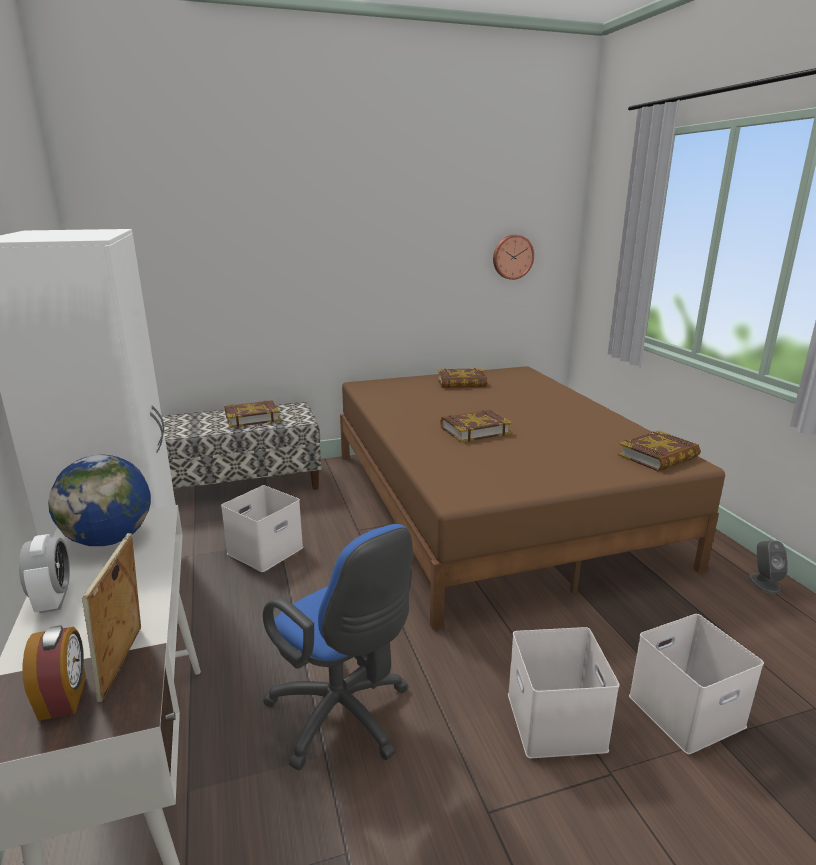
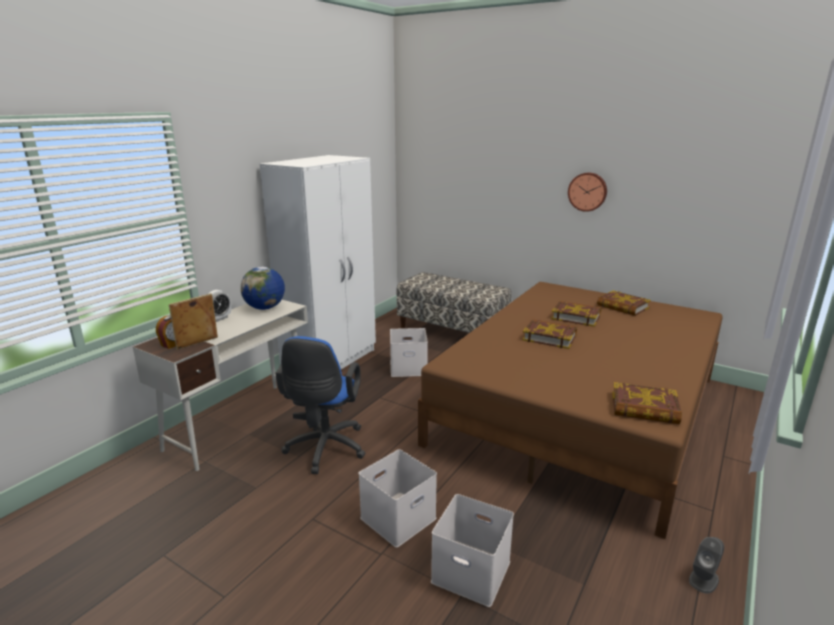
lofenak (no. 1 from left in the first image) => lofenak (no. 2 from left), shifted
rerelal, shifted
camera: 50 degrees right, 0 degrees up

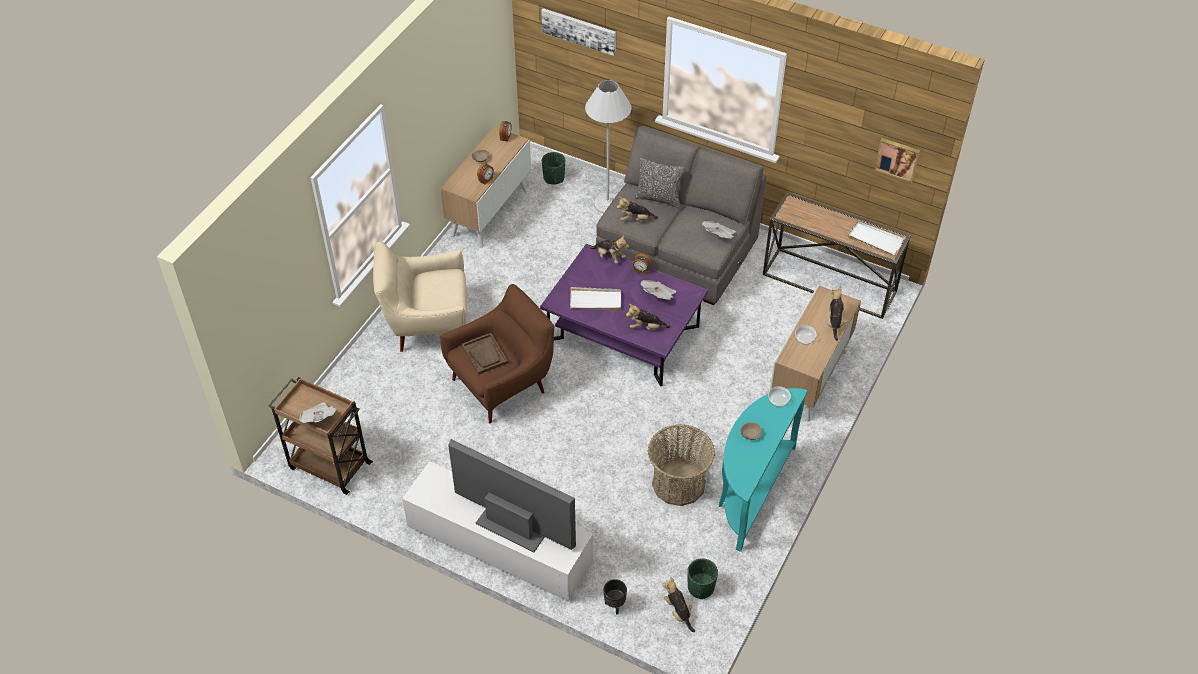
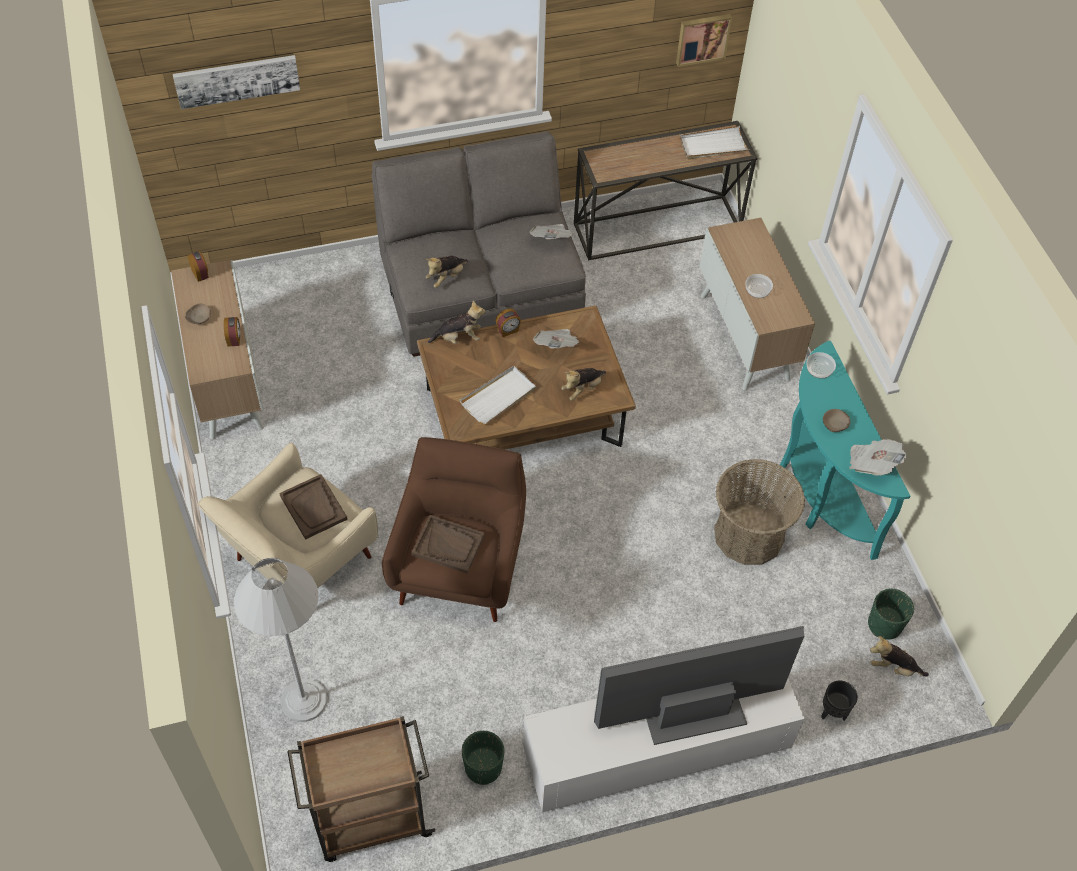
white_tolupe, shifted
nothing => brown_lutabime (no. 1 from left)
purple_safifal => brown_safifal
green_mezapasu (no. 1 from left), shifted
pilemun (no. 1 from left in the first image) => pilemun (no. 3 from left), shifted
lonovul => nothing
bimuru (no. 5 from left) => nothing
camera: 45 degrees left, 5 degrees up

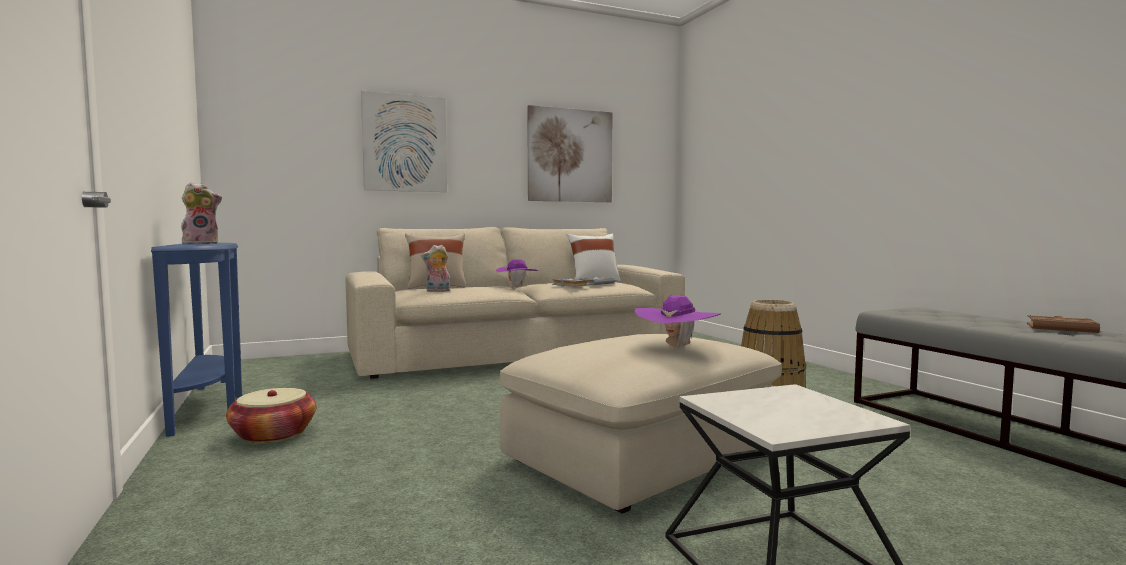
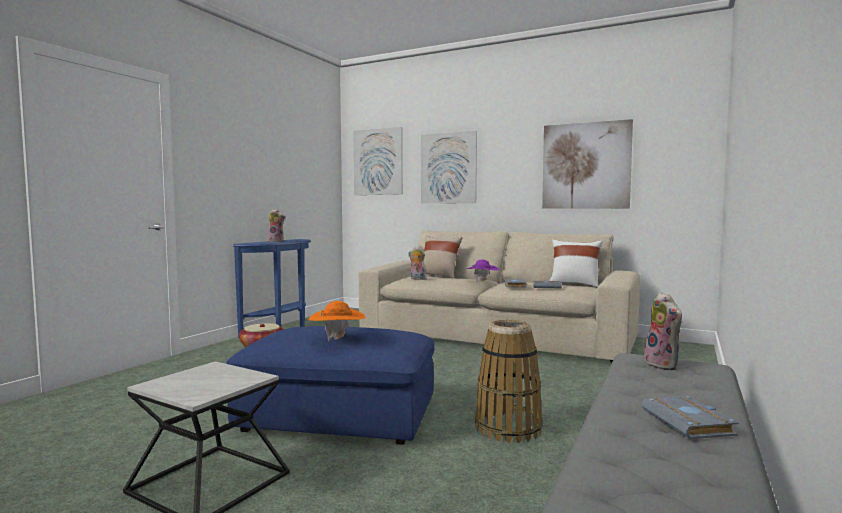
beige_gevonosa => blue_gevonosa
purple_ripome (no. 2 from left) => orange_ripome
nothing => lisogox (no. 1 from left)
brown_lofenak => grey_lofenak (no. 3 from left)
nothing => bimuru (no. 3 from left)
camera: 50 degrees right, 0 degrees up

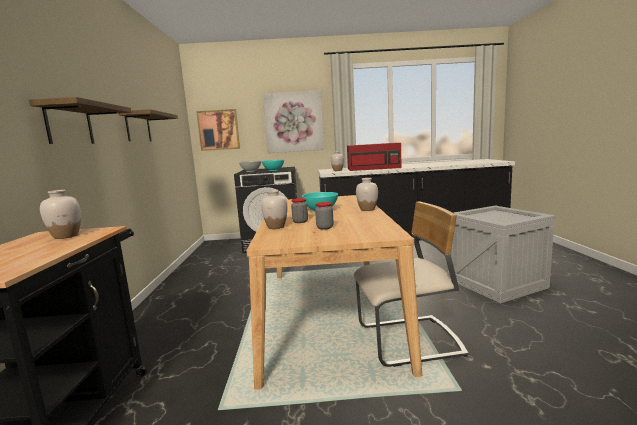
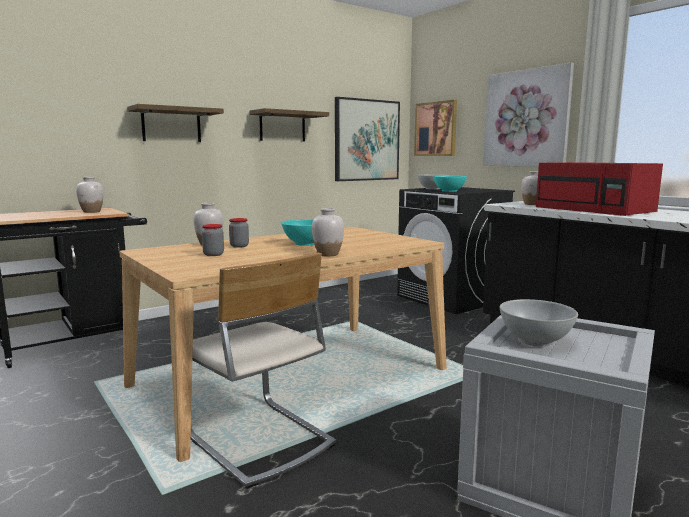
nothing => lisogox (no. 1 from left)
nothing => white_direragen (no. 2 from left)
camera: 55 degrees right, 0 degrees up

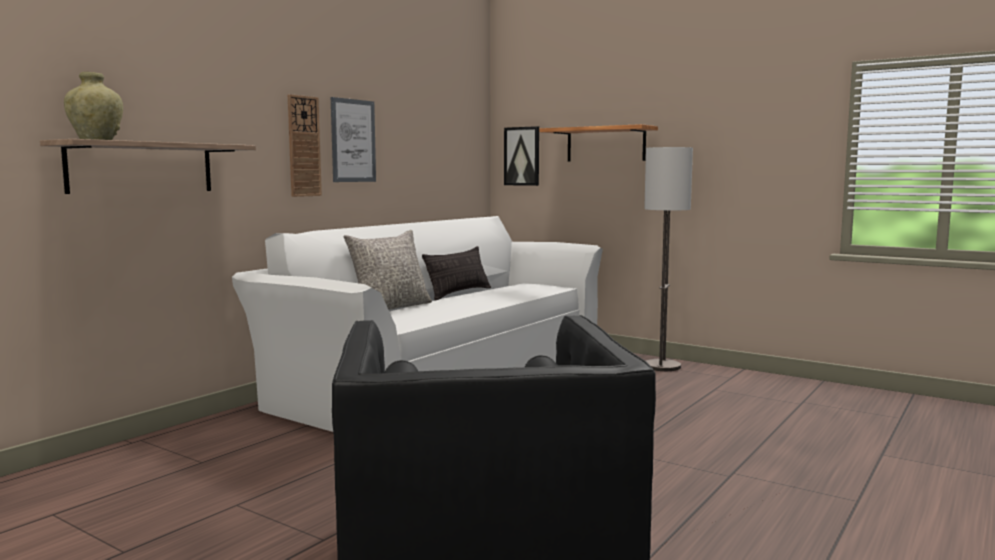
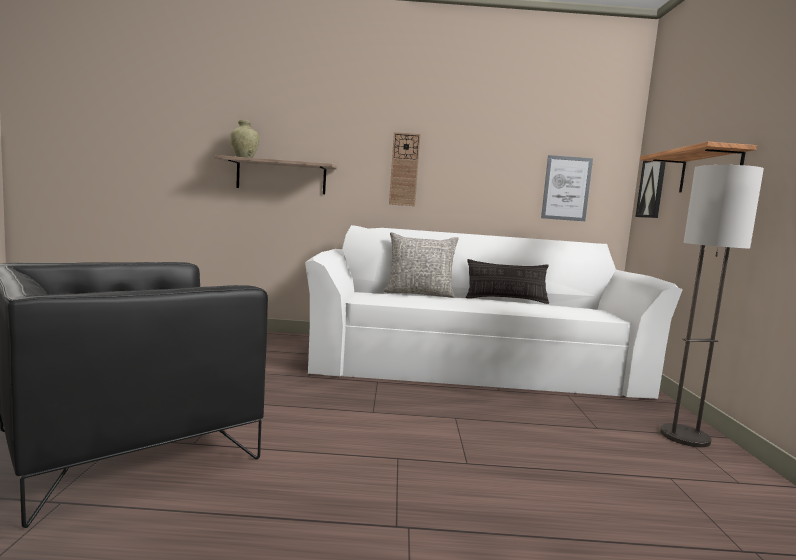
lisogox (no. 1 from left), shifted
camera: 55 degrees right, 0 degrees up

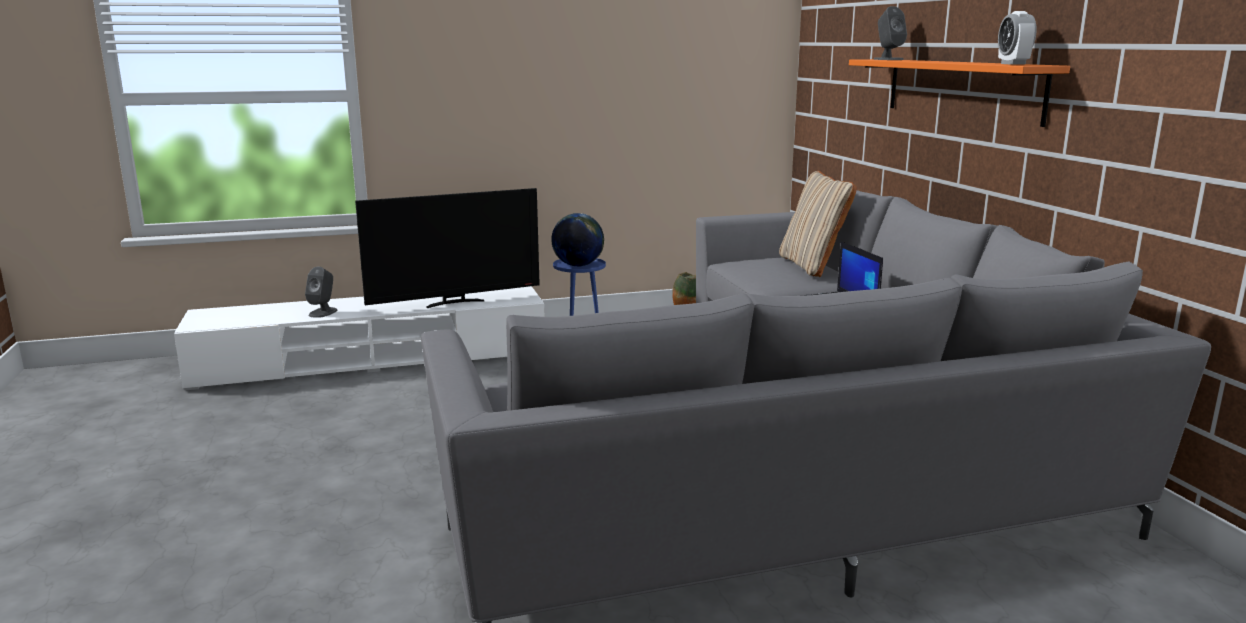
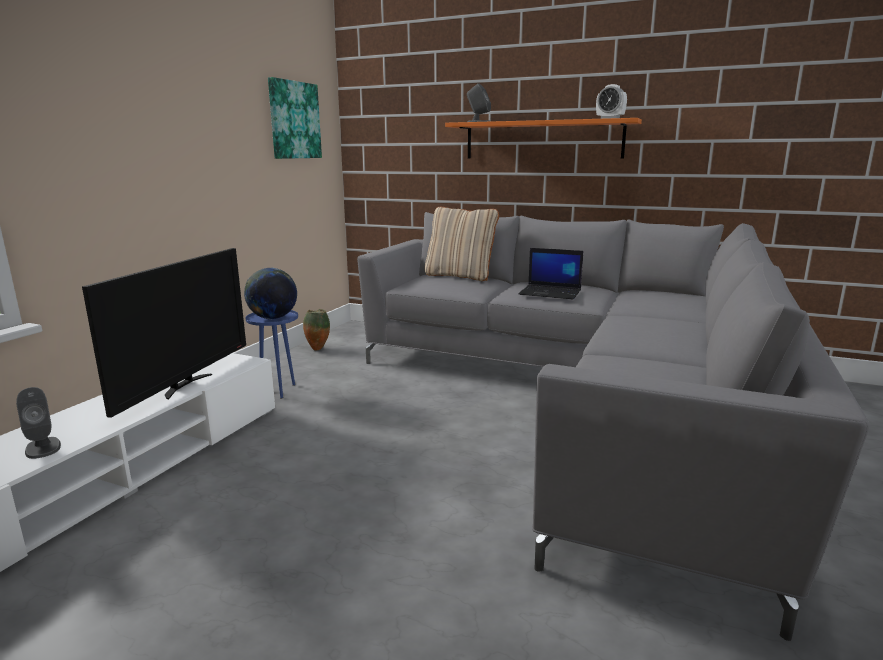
nothing => lisogox
camera: 50 degrees left, 0 degrees up

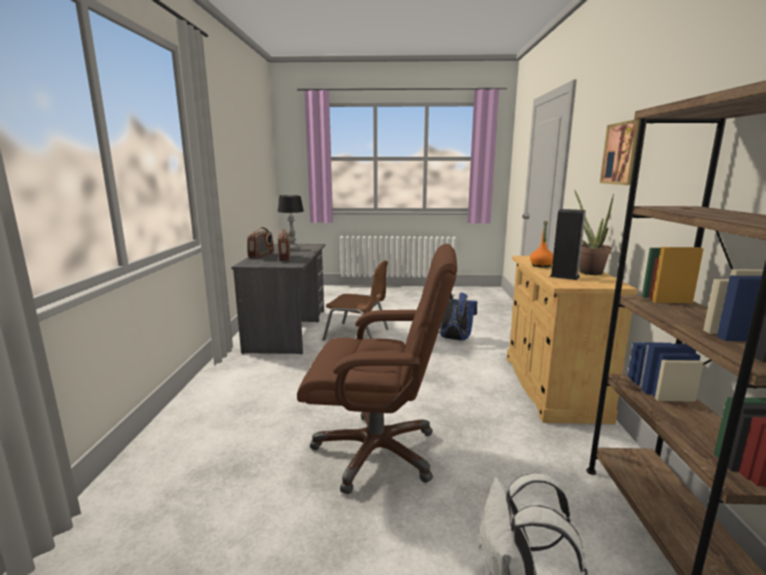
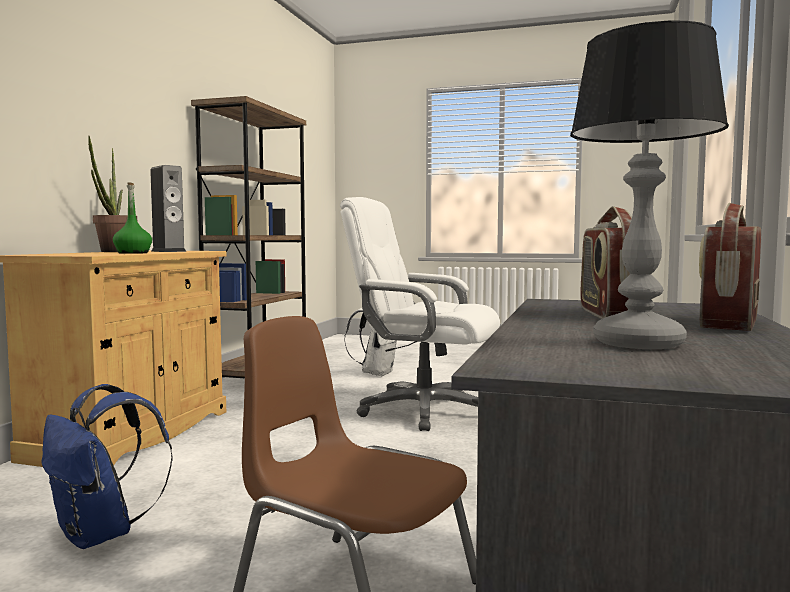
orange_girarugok => green_girarugok
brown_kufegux => white_kufegux
lisogox => nothing
camera: 165 degrees left, 10 degrees down

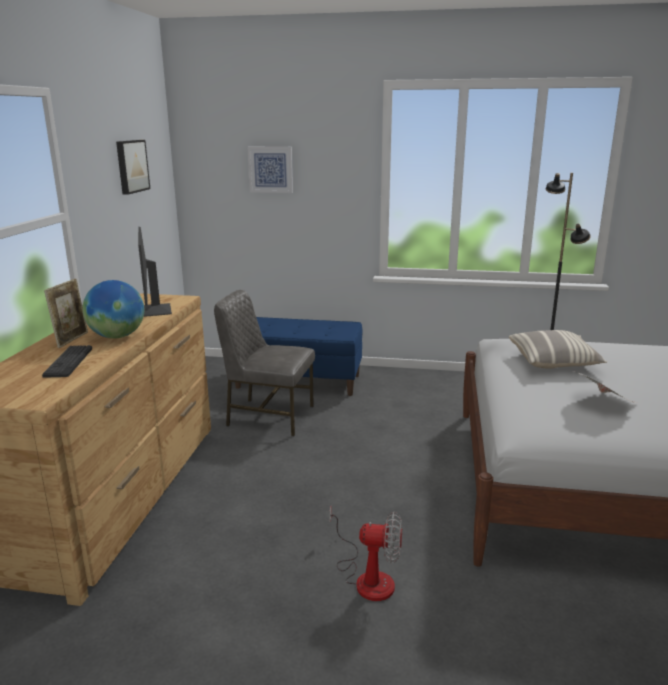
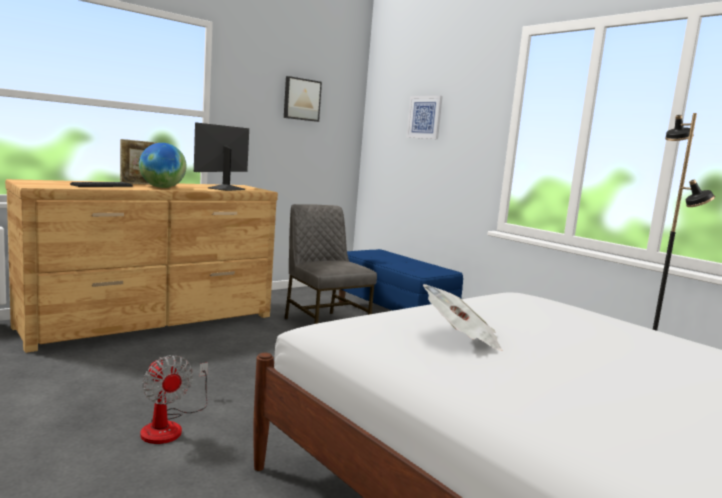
lonovul => nothing
camera: 40 degrees right, 10 degrees down

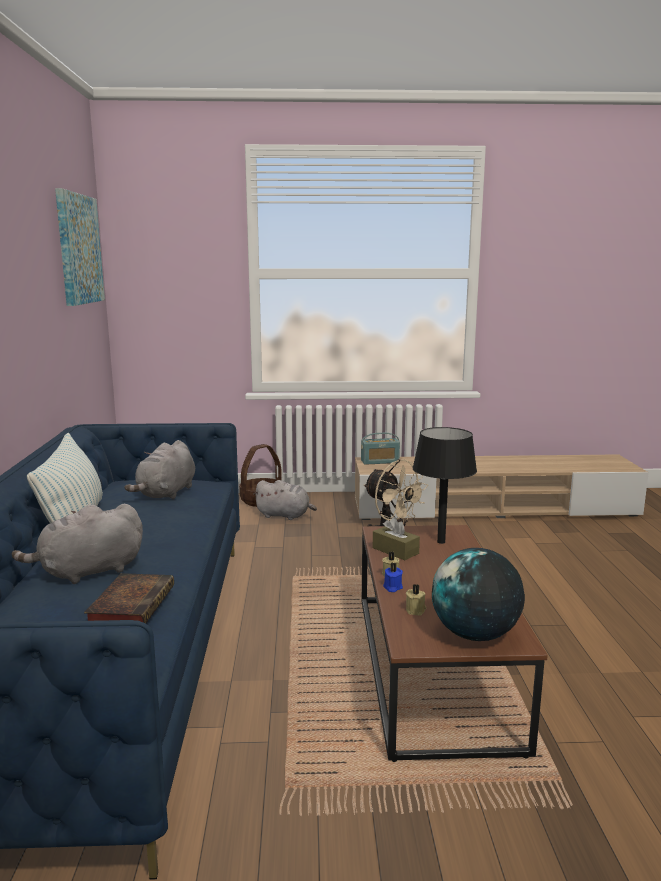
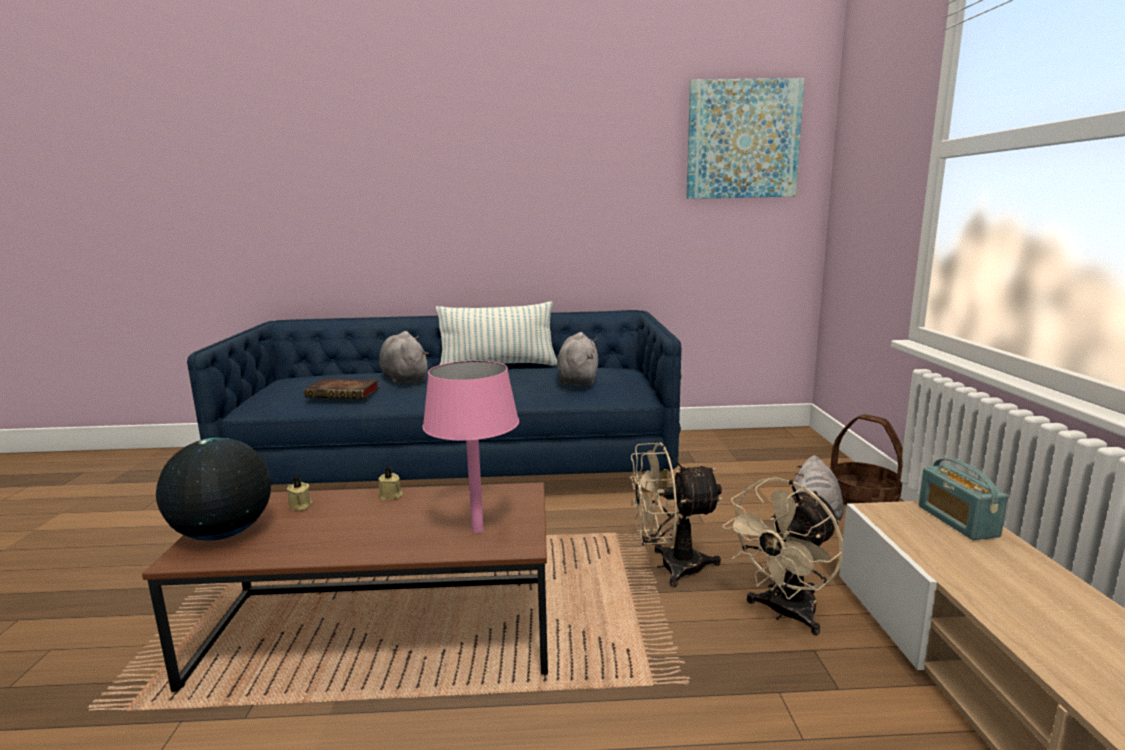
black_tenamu => pink_tenamu
grey_bimuru (no. 2 from left), 75 degrees clockwise
nothing => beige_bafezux (no. 1 from left)
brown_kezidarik => nothing
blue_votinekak => nothing
camera: 90 degrees right, 0 degrees up

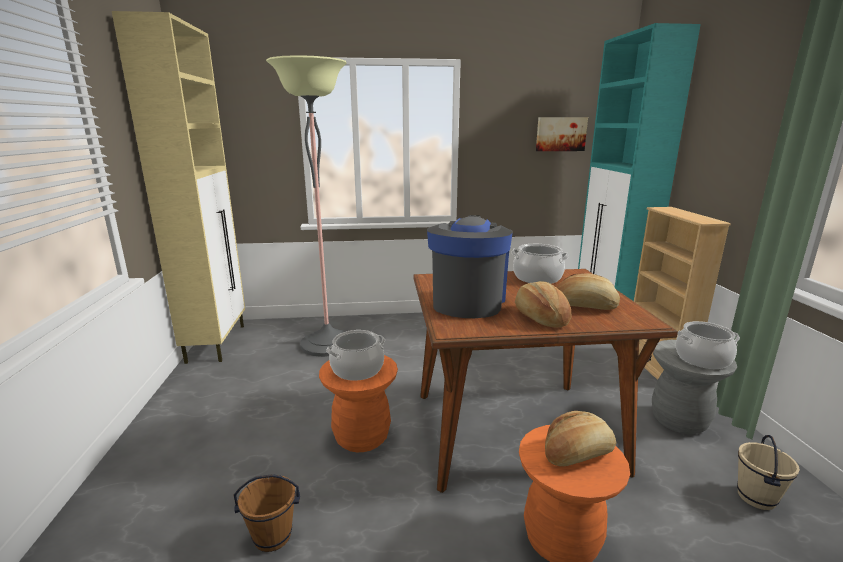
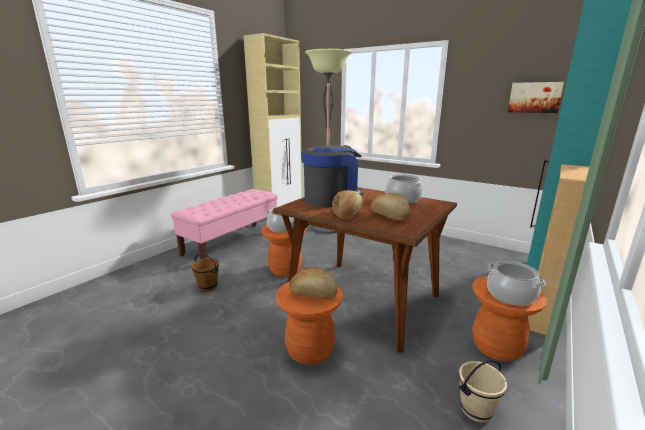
nothing => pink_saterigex
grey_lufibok => orange_lufibok (no. 3 from left)
camera: 40 degrees right, 0 degrees up

